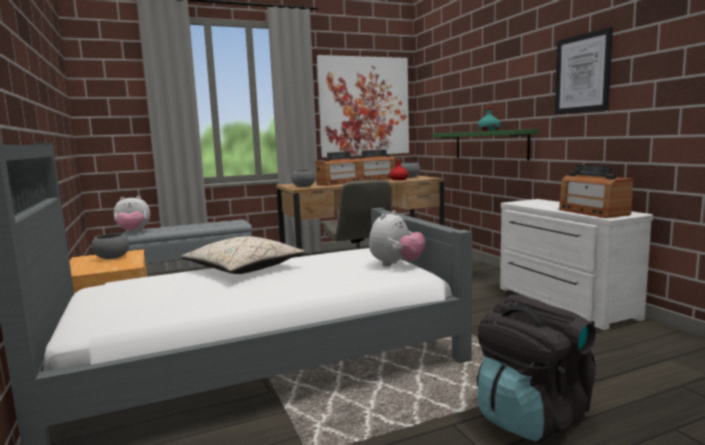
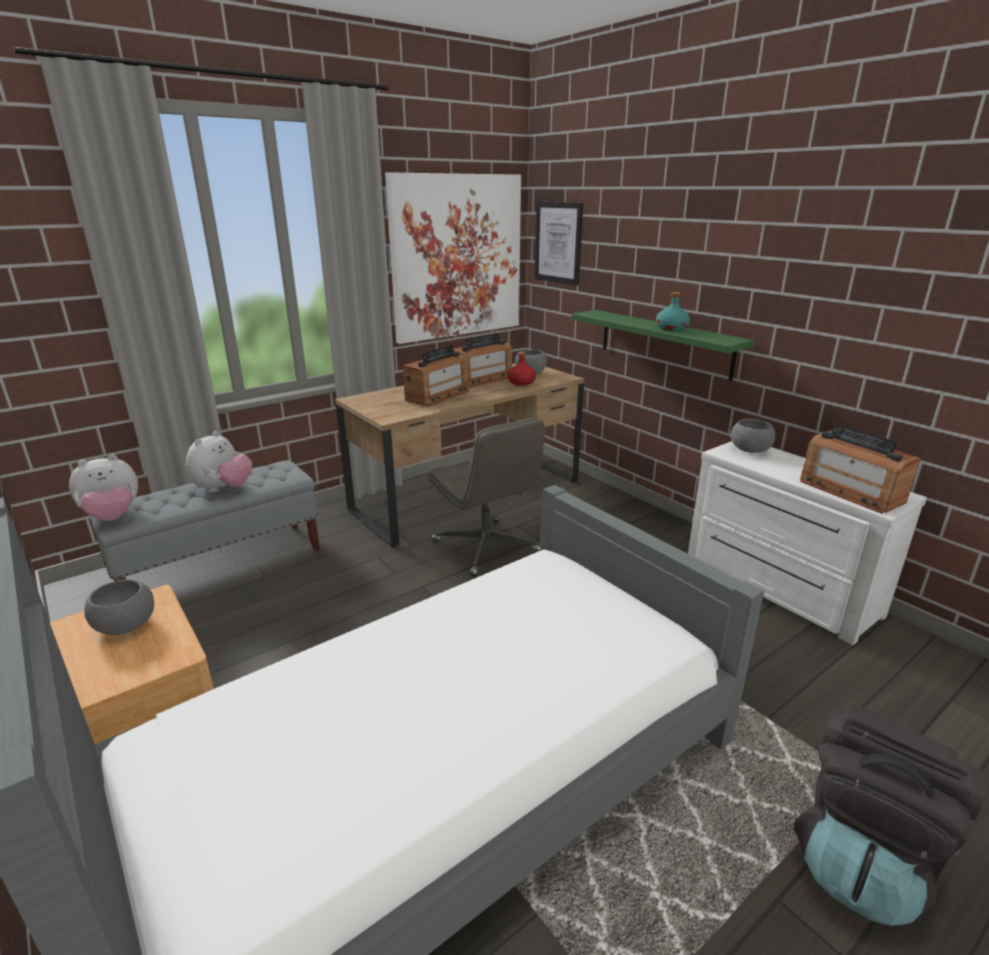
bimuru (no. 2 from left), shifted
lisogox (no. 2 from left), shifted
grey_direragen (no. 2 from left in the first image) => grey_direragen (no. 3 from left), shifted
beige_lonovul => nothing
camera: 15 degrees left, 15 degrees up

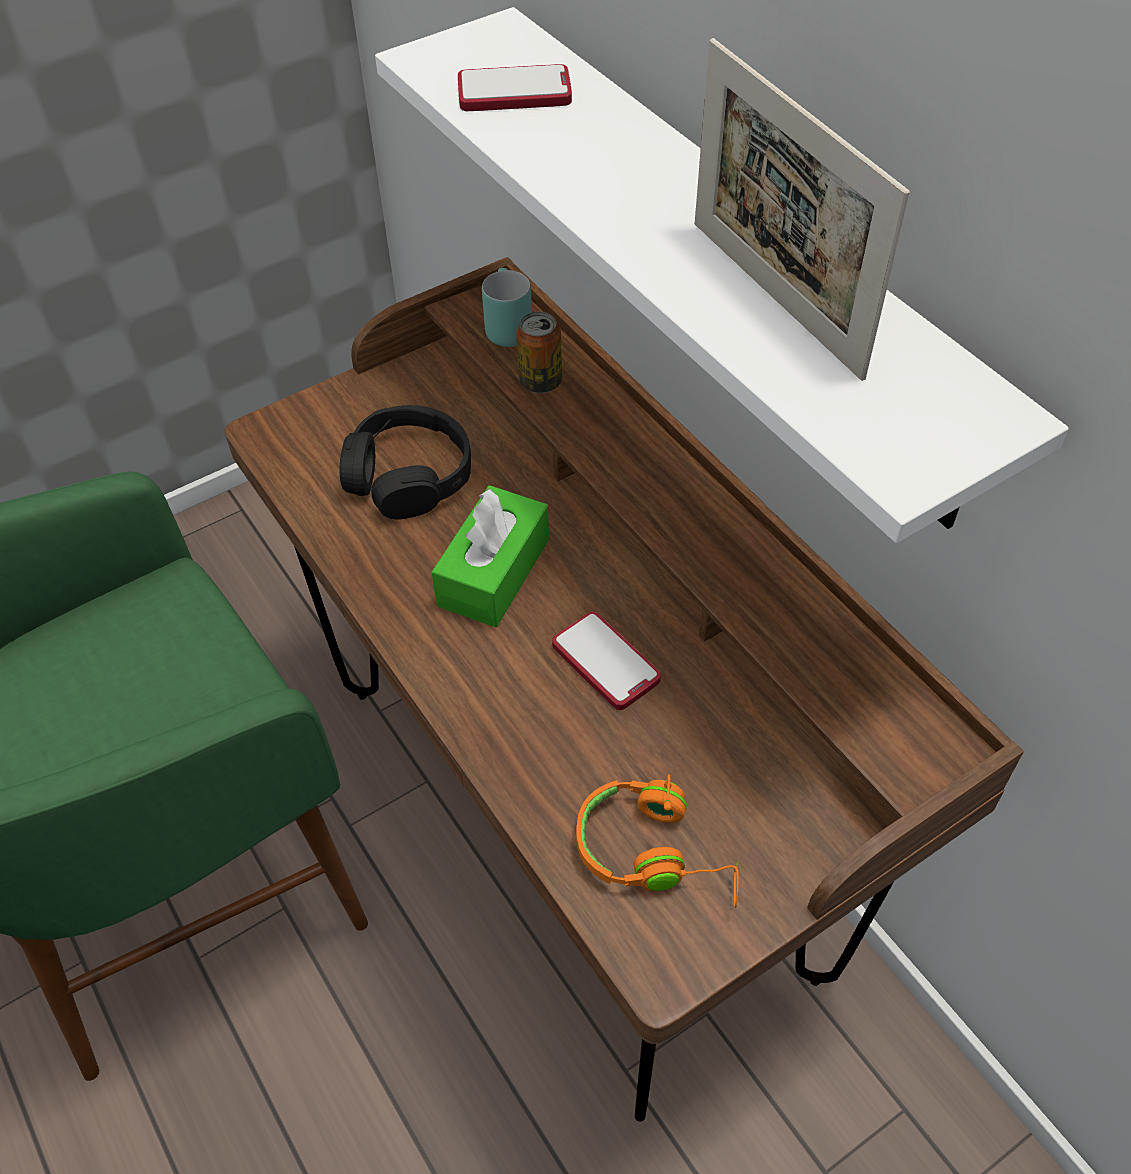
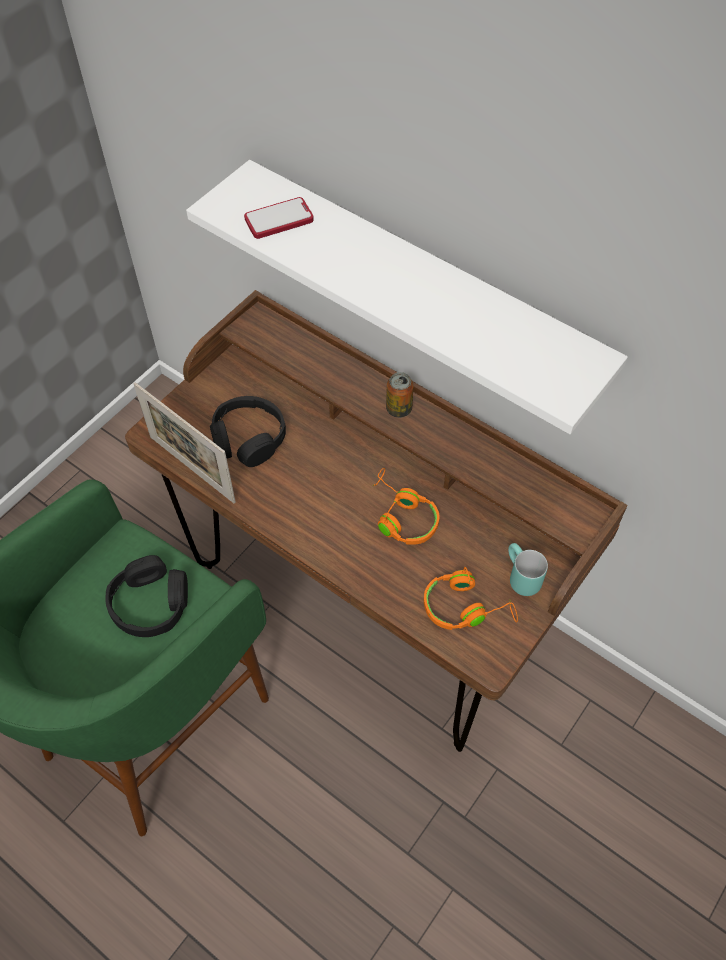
nothing => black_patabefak (no. 1 from left)
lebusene, shifted
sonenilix (no. 2 from left) => orange_patabefak (no. 1 from left)
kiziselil, shifted
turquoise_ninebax, shifted
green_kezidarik => nothing
camera: 20 degrees left, 5 degrees up

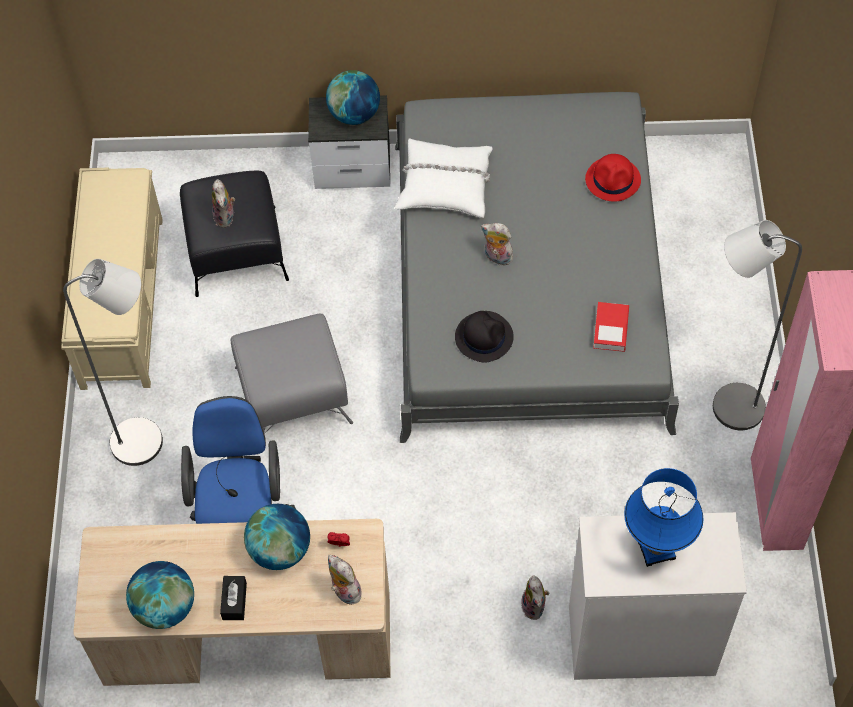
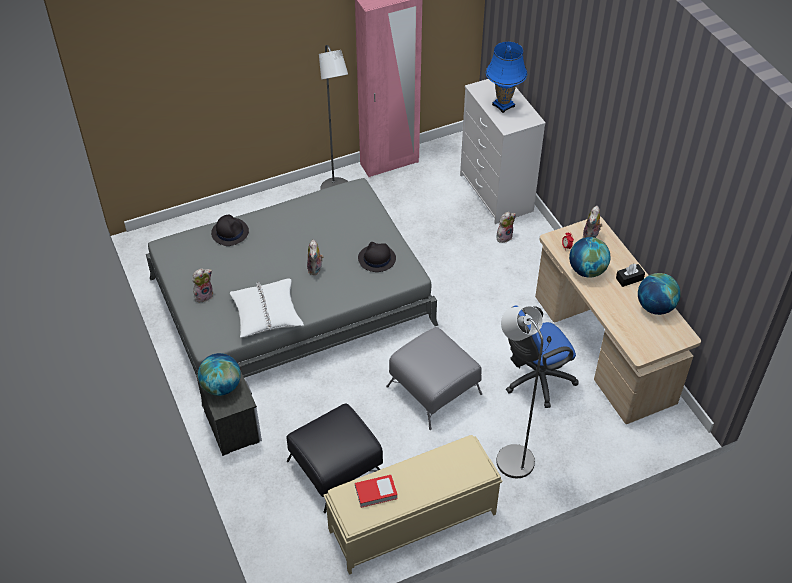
bimuru (no. 1 from left), shifted
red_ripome => black_ripome (no. 1 from left)
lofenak, shifted
camera: 115 degrees left, 10 degrees down

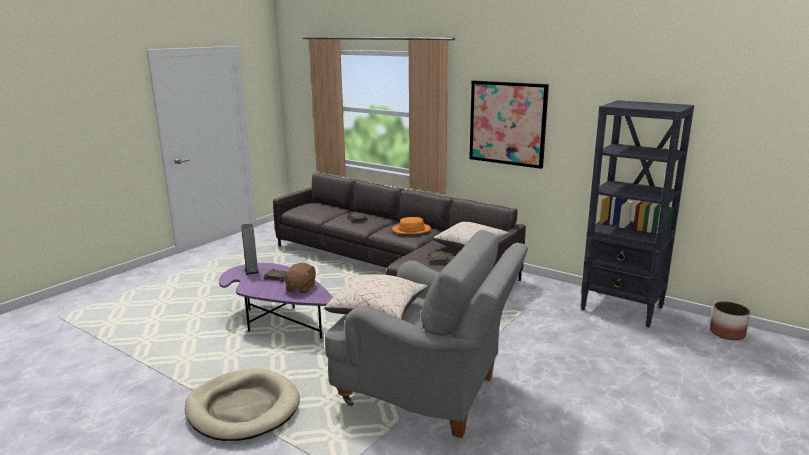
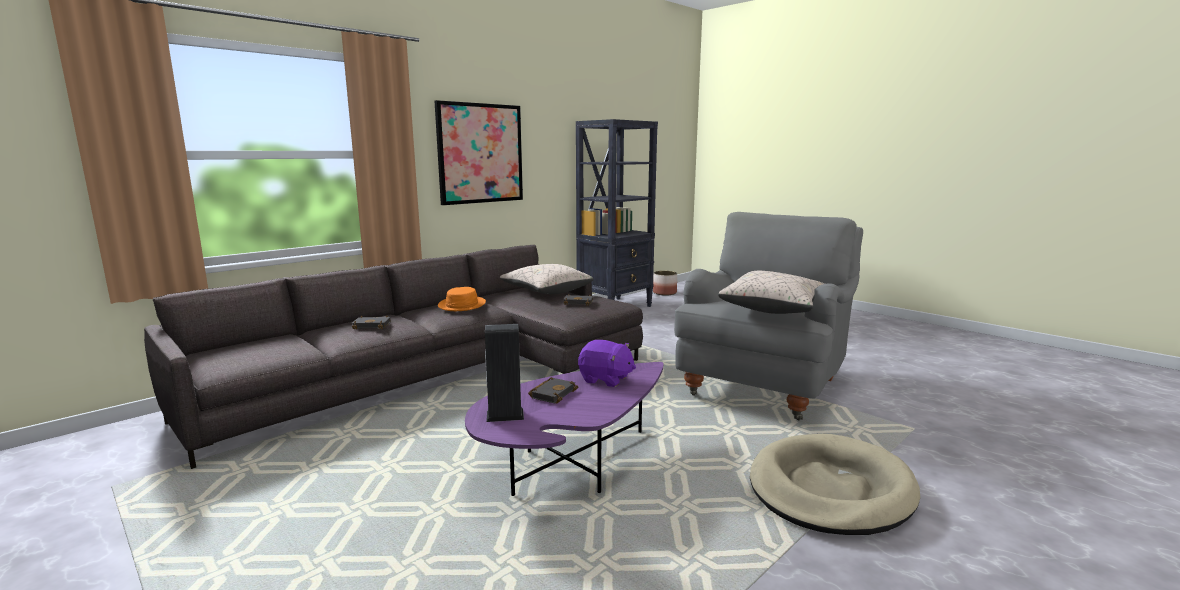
brown_bimuru => purple_bimuru
camera: 80 degrees left, 5 degrees down

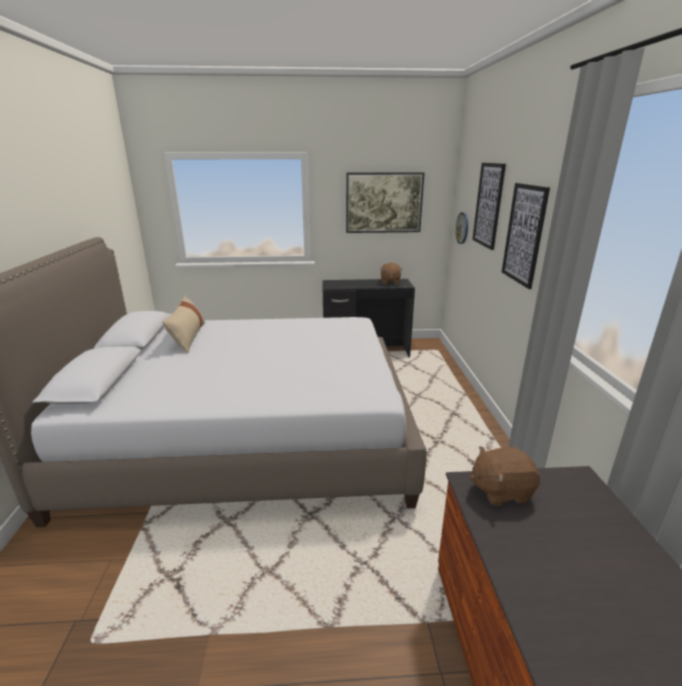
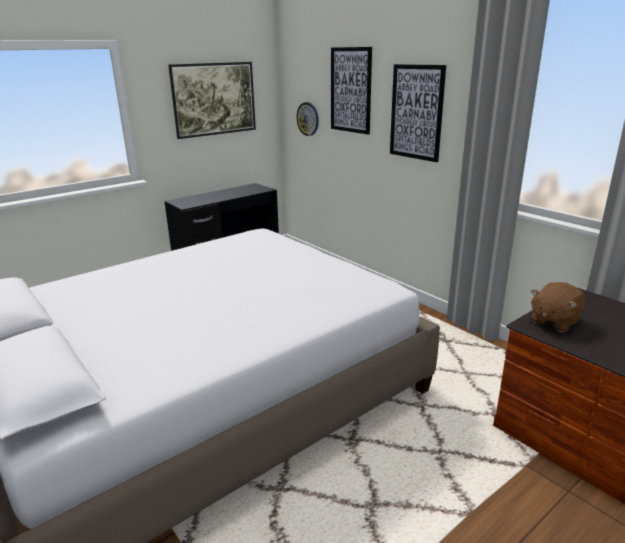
beige_lonovul => nothing
brown_bimuru (no. 1 from left) => nothing
camera: 35 degrees left, 0 degrees up

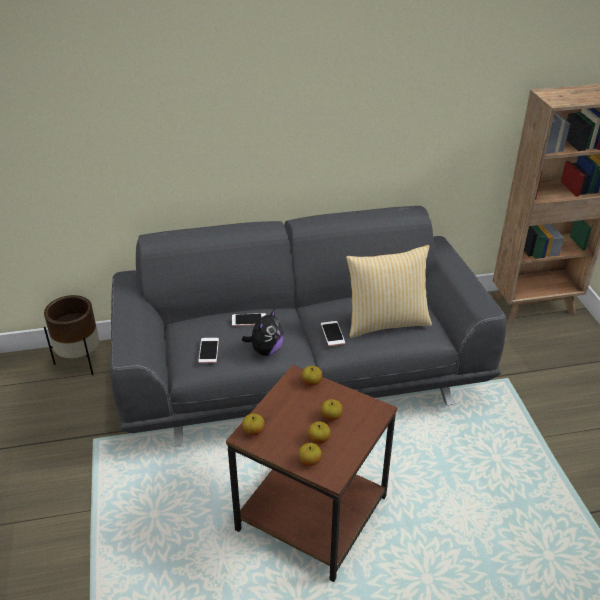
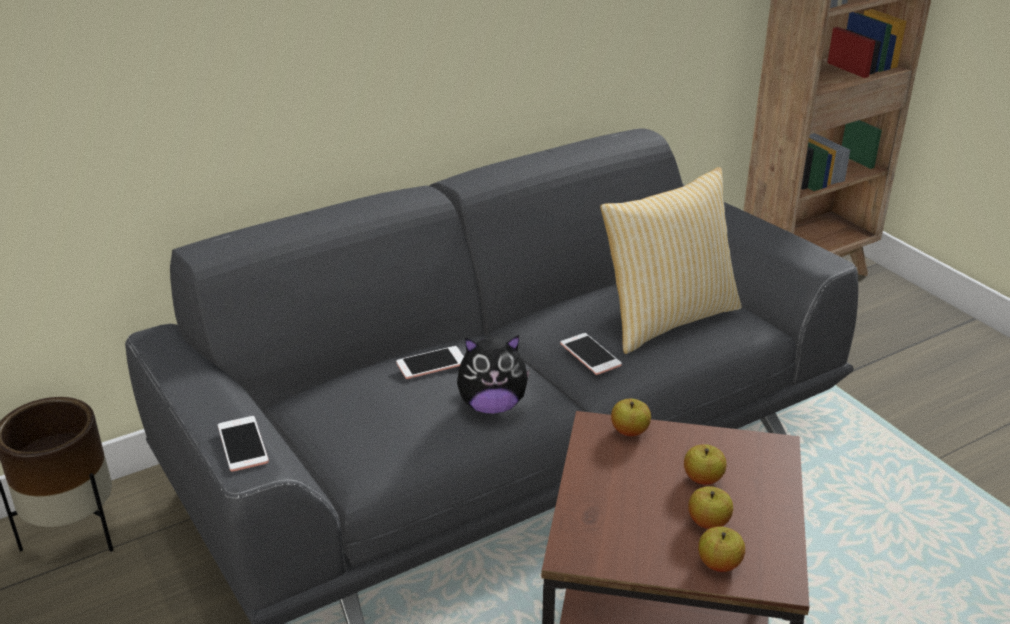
sonenilix (no. 1 from left), shifted
bimuru, 75 degrees clockwise
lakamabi (no. 1 from left) => nothing
camera: 20 degrees left, 5 degrees down

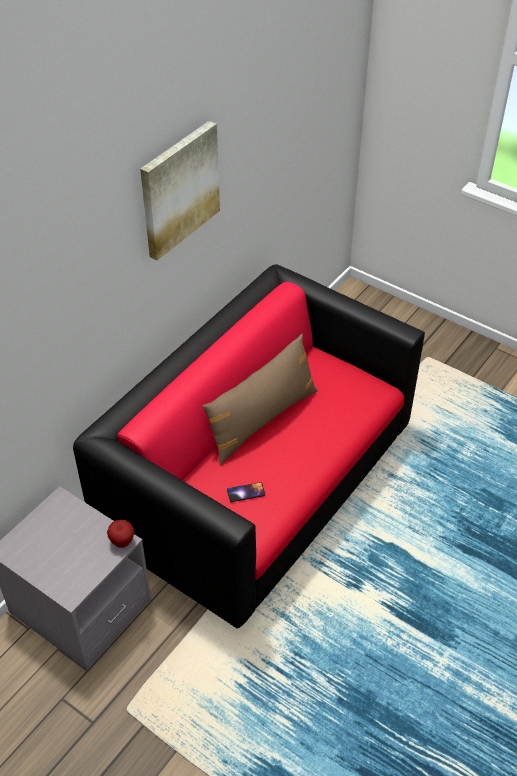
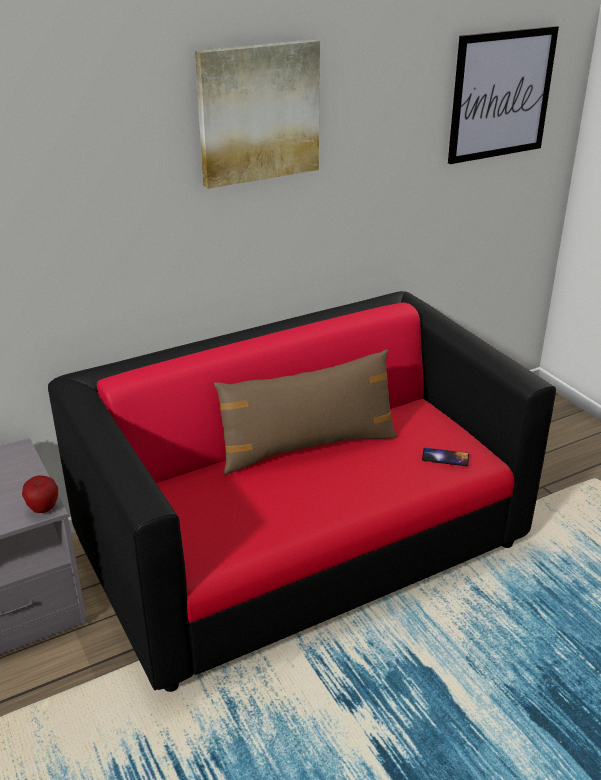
sonenilix, shifted
nothing => lisogox (no. 2 from left)
camera: 25 degrees right, 15 degrees down

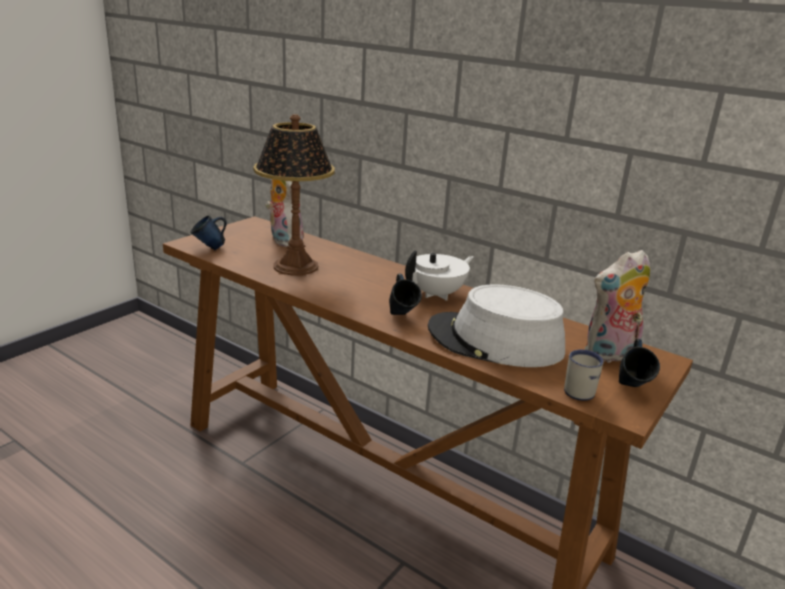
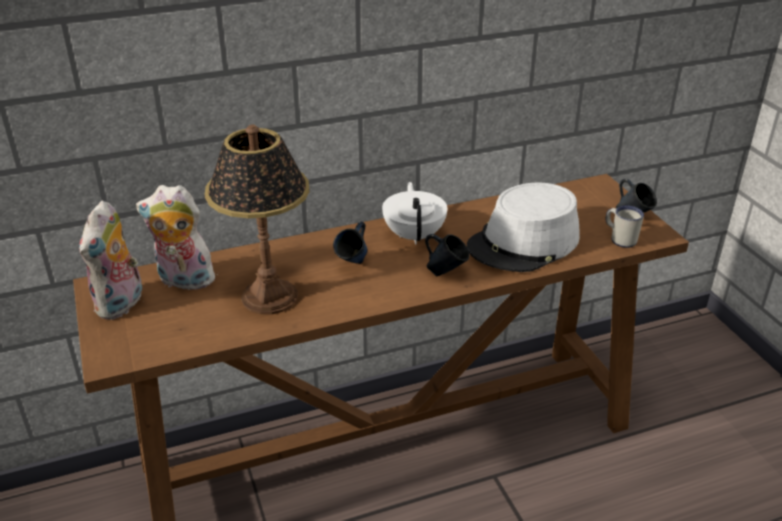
bimuru (no. 2 from left in the first image) => bimuru (no. 1 from left), shifted
blue_ninebax (no. 1 from left), shifted
camera: 55 degrees left, 10 degrees up

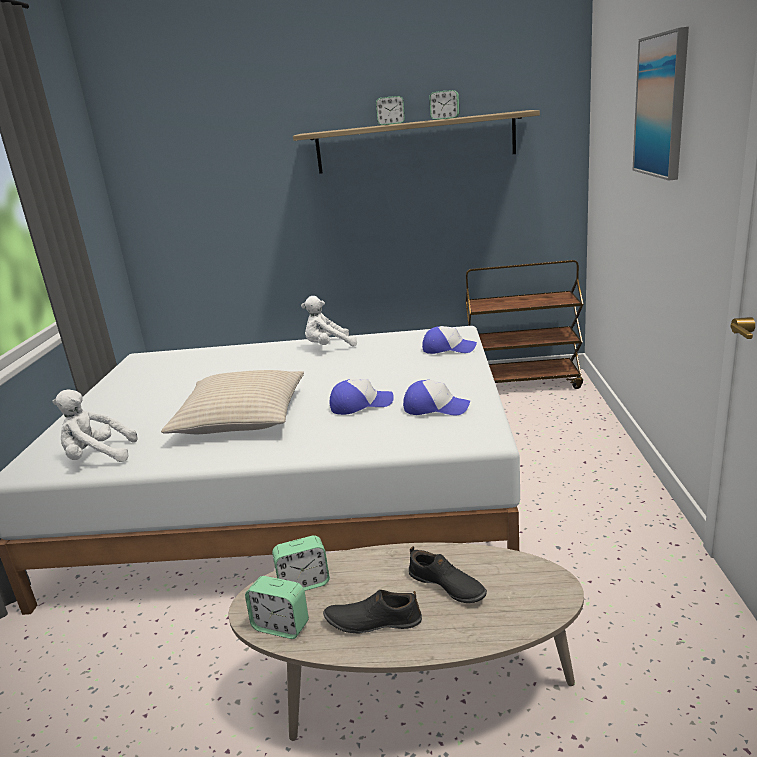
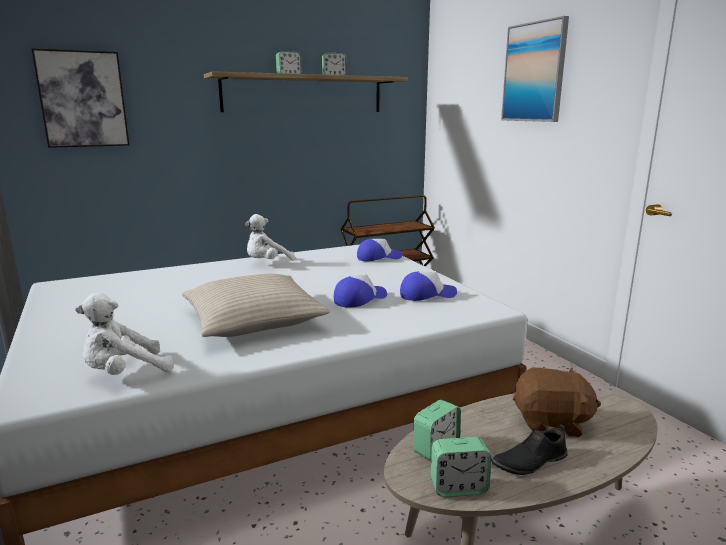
nothing => lisogox (no. 1 from left)
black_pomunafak (no. 2 from left) => brown_bimuru
camera: 30 degrees left, 5 degrees down

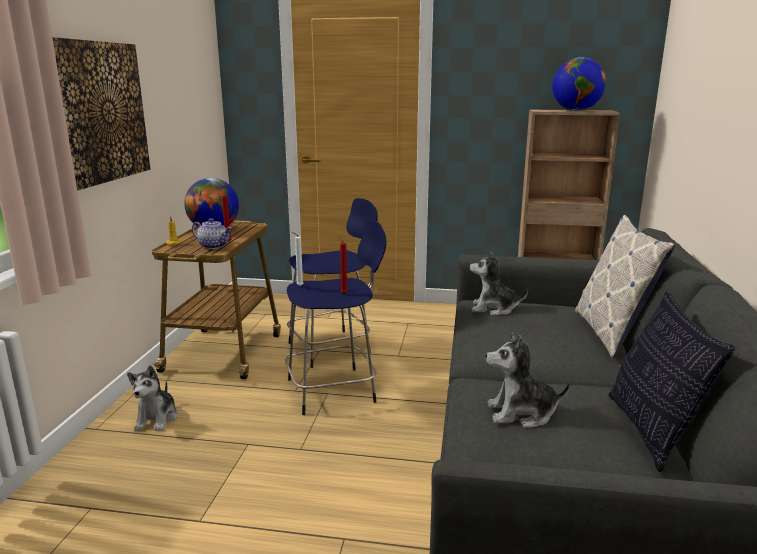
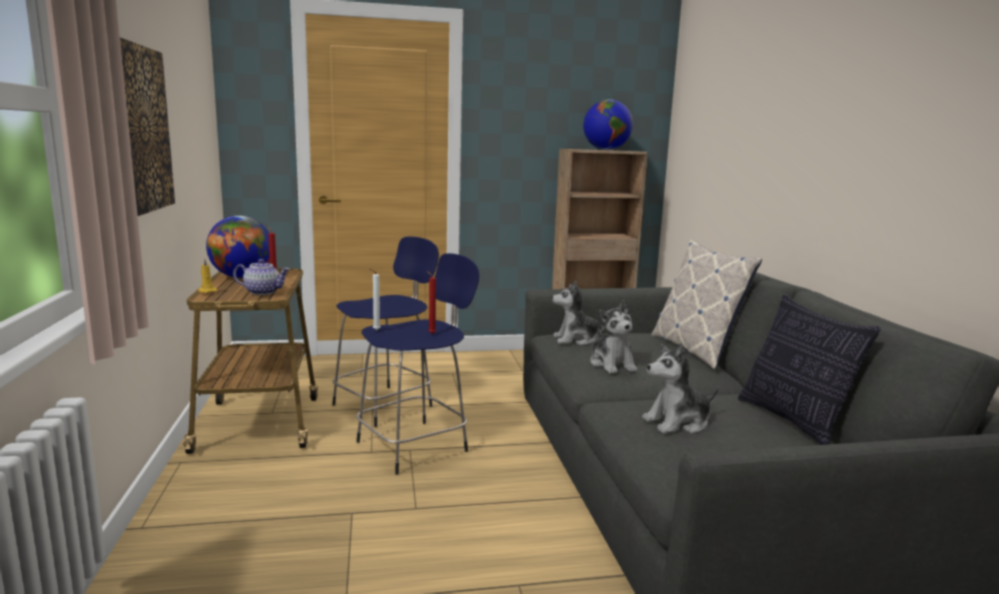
bimuru (no. 1 from left in the first image) => bimuru (no. 2 from left), shifted
camera: 20 degrees left, 5 degrees down

